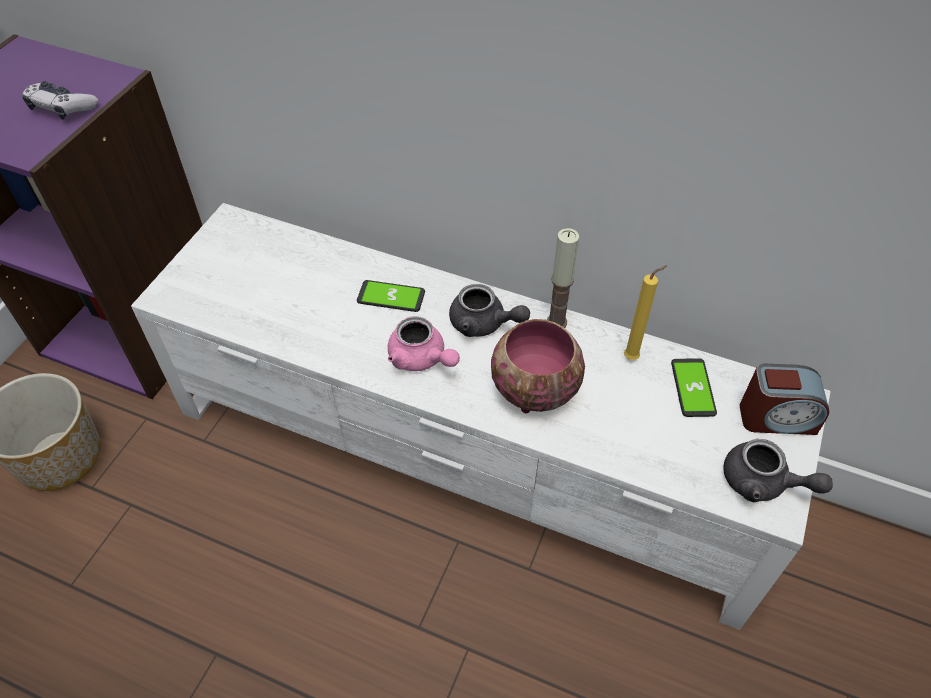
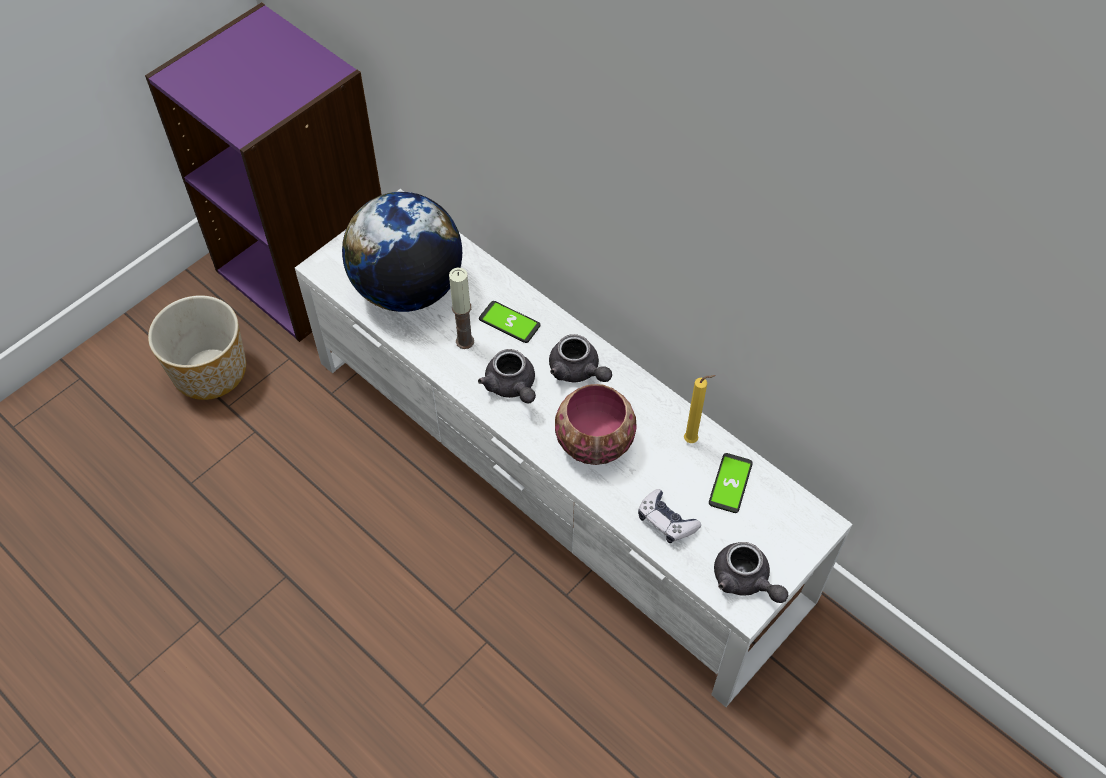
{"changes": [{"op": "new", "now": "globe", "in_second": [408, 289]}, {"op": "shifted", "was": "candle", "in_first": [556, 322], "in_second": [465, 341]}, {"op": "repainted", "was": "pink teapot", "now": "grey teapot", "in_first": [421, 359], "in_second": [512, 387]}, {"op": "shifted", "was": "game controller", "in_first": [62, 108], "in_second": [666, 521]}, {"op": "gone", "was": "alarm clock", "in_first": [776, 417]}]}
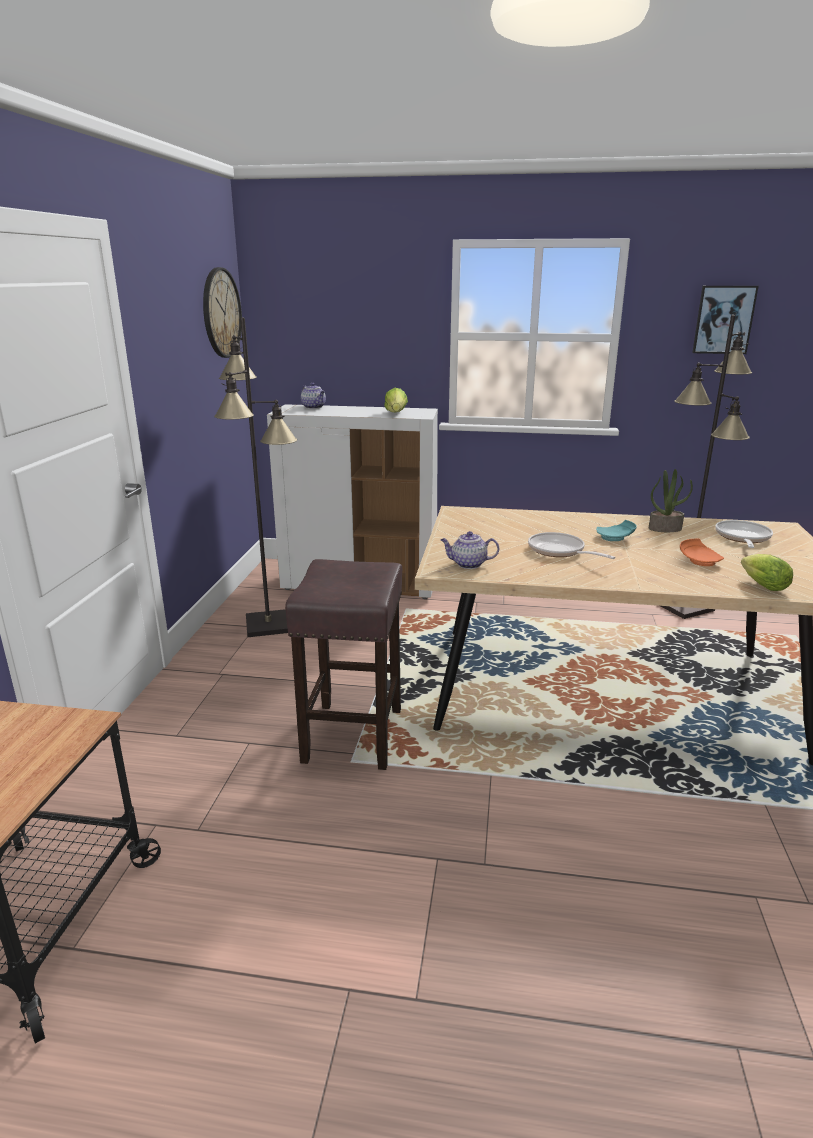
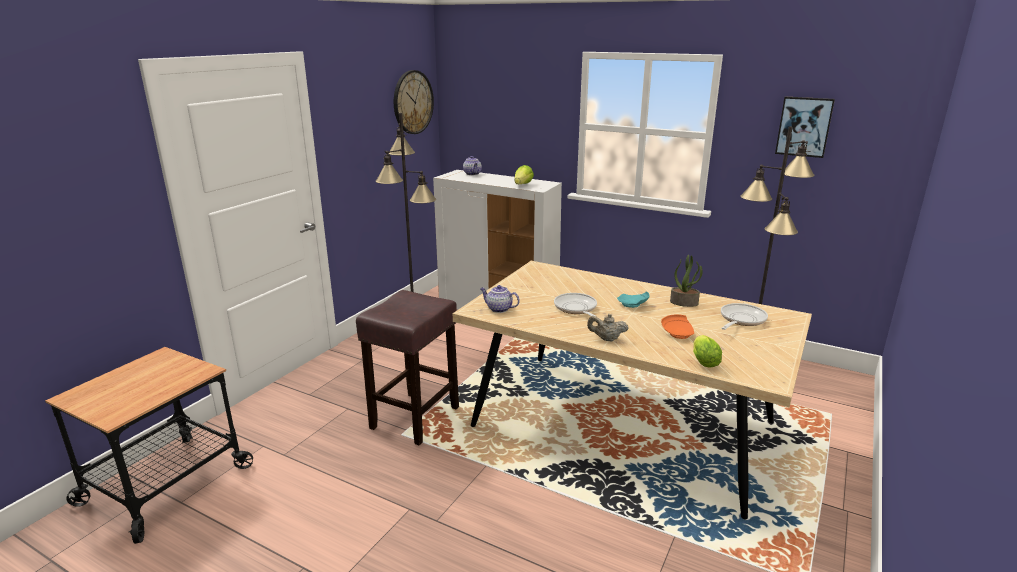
{"changes": [{"op": "new", "now": "beige teapot", "in_second": [606, 339]}]}
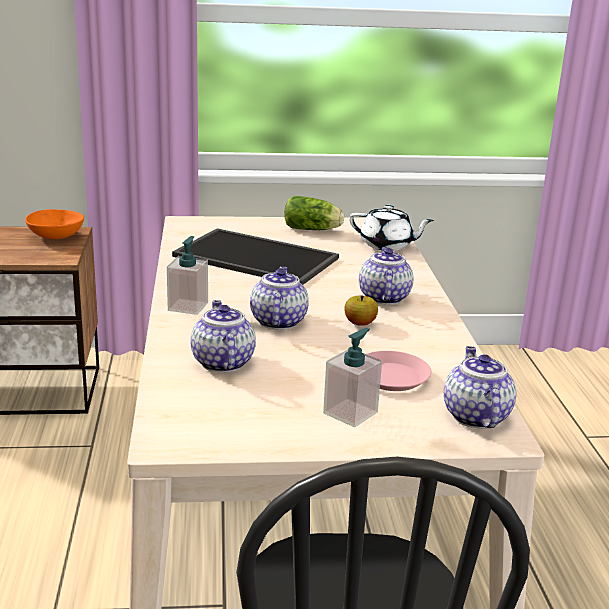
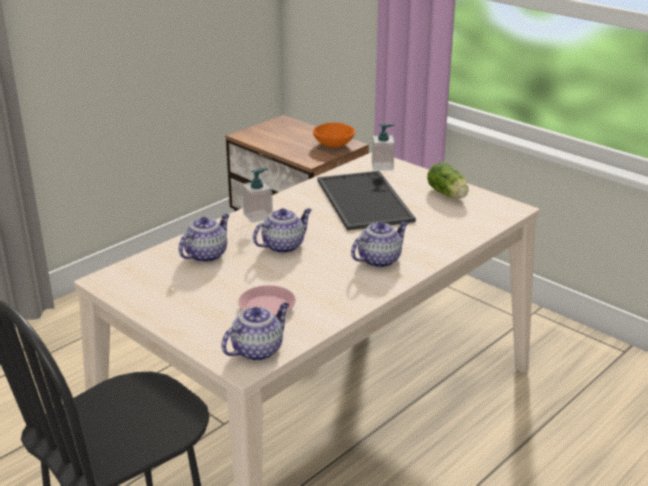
{"changes": [{"op": "shifted", "was": "soap dispenser", "in_first": [350, 413], "in_second": [382, 166]}, {"op": "gone", "was": "apple", "in_first": [360, 323]}, {"op": "gone", "was": "white teapot", "in_first": [387, 245]}]}
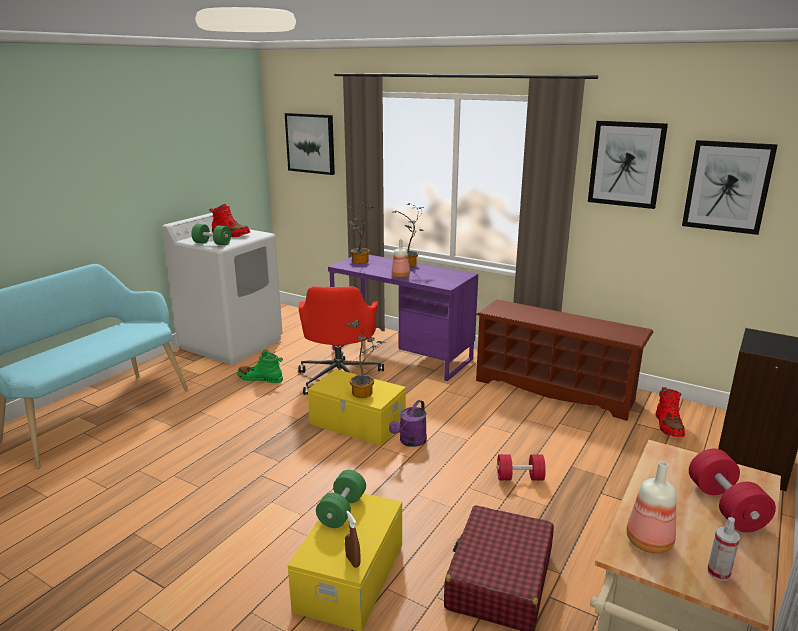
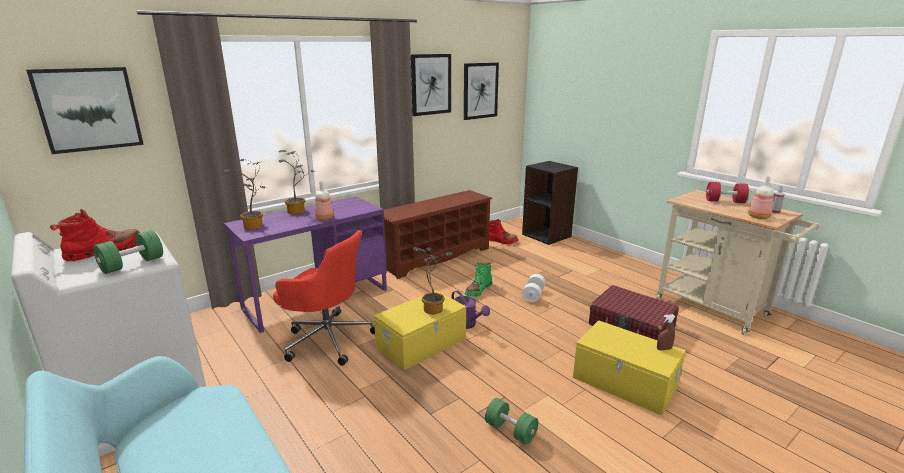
{"changes": [{"op": "shifted", "was": "green boot", "in_first": [260, 379], "in_second": [478, 290]}, {"op": "shifted", "was": "green dumbbell", "in_first": [342, 510], "in_second": [510, 430]}, {"op": "repainted", "was": "red dumbbell", "now": "white dumbbell", "in_first": [519, 477], "in_second": [533, 295]}]}
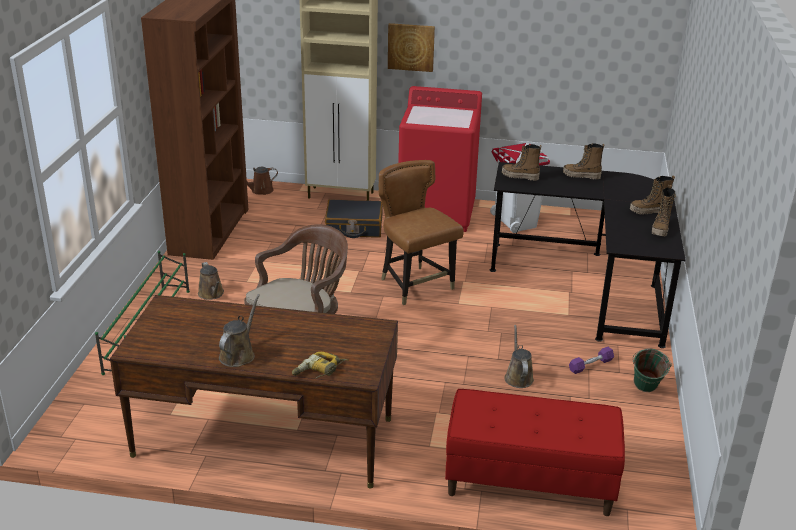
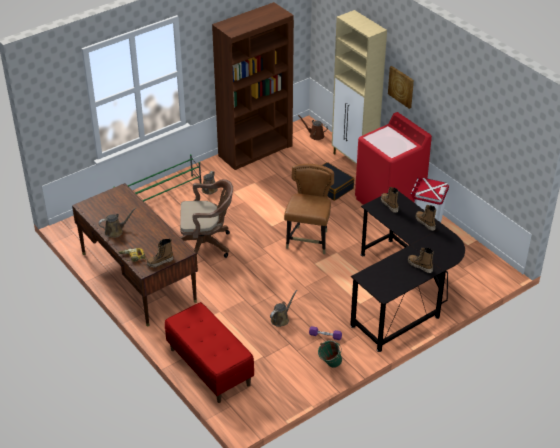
{"changes": [{"op": "shifted", "was": "boot", "in_first": [660, 229], "in_second": [160, 262]}]}
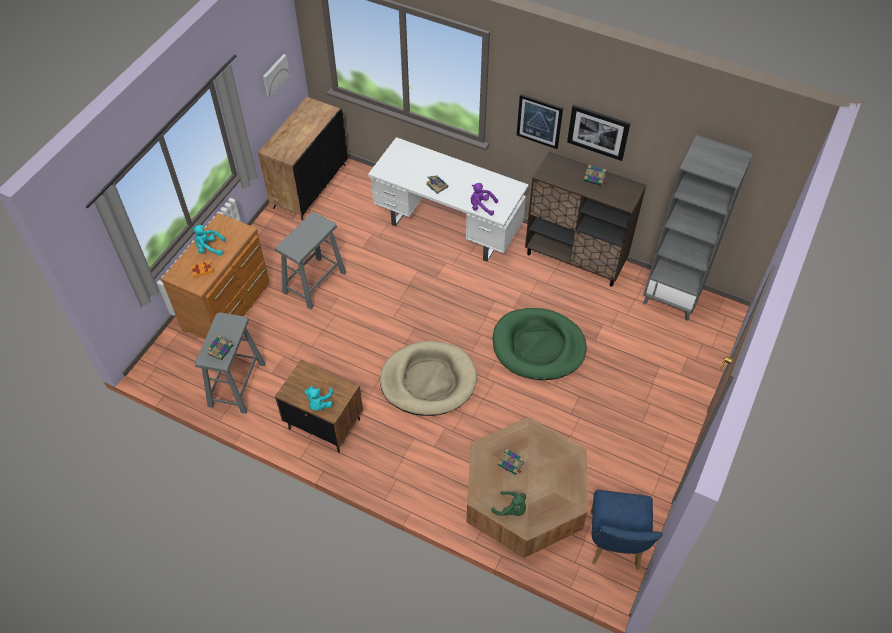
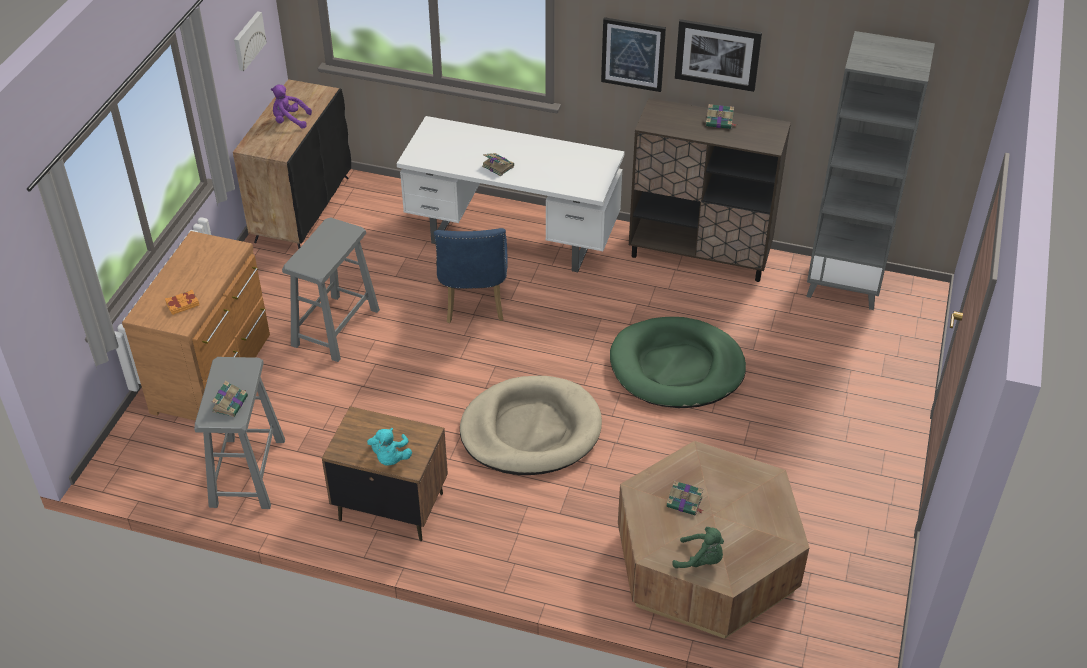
{"changes": [{"op": "shifted", "was": "purple plush toy", "in_first": [481, 206], "in_second": [290, 121]}, {"op": "shifted", "was": "blue chair", "in_first": [615, 545], "in_second": [473, 304]}, {"op": "gone", "was": "turquoise plush toy", "in_first": [209, 248]}]}
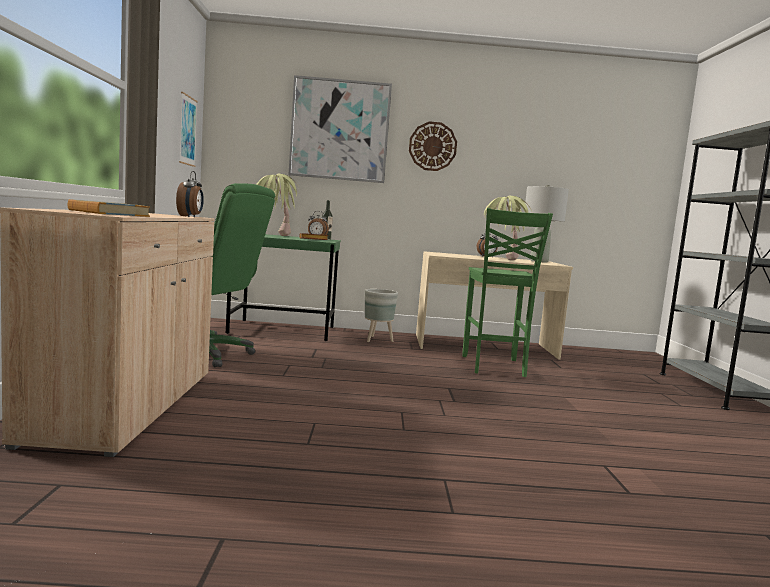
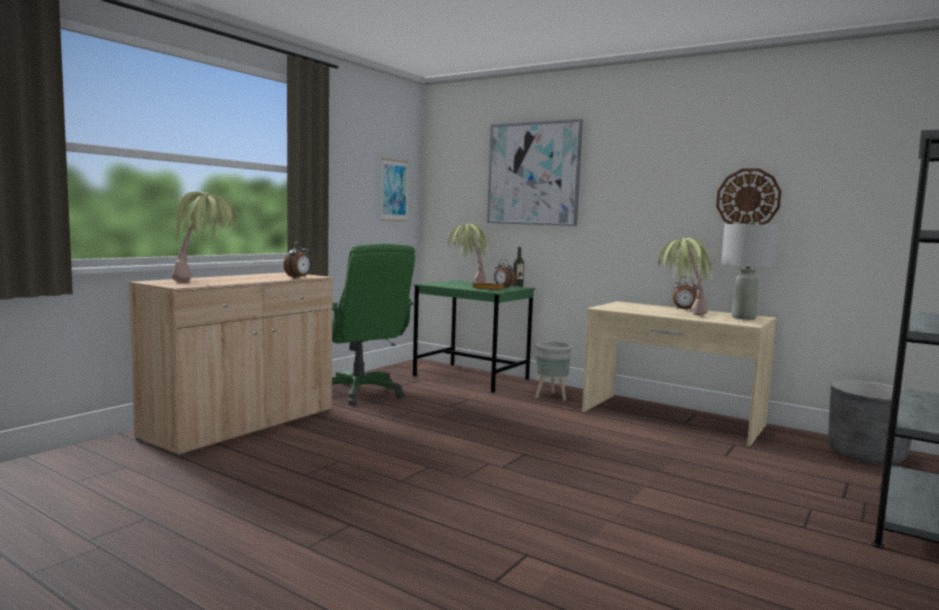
{"changes": [{"op": "swapped", "was": "book", "now": "potted plant", "in_first": [107, 213], "in_second": [204, 281]}, {"op": "shifted", "was": "wall clock", "in_first": [432, 146], "in_second": [748, 199]}, {"op": "new", "now": "grey planter", "in_second": [866, 455]}, {"op": "gone", "was": "green chair", "in_first": [493, 366]}]}
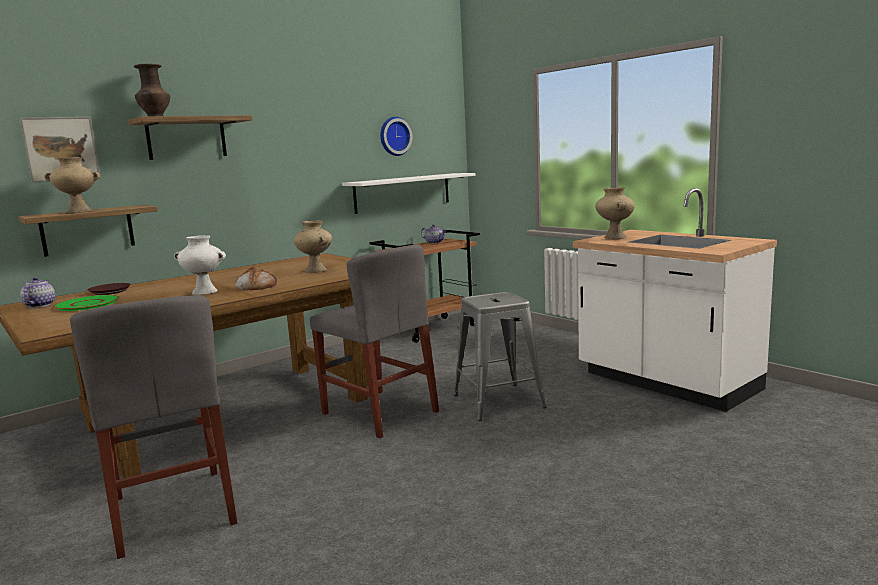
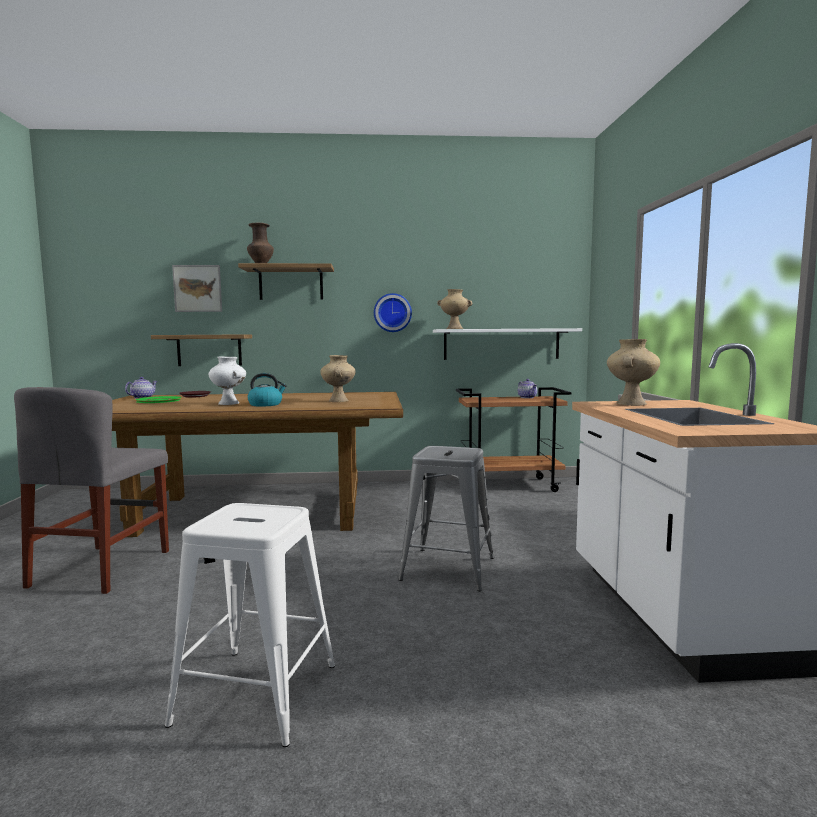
{"changes": [{"op": "new", "now": "white stool", "in_second": [256, 694]}, {"op": "swapped", "was": "bread", "now": "kettle", "in_first": [256, 286], "in_second": [266, 404]}, {"op": "shifted", "was": "wall clock", "in_first": [394, 136], "in_second": [392, 313]}, {"op": "shifted", "was": "beige vase", "in_first": [79, 211], "in_second": [455, 329]}, {"op": "gone", "was": "grey chair", "in_first": [379, 412]}]}
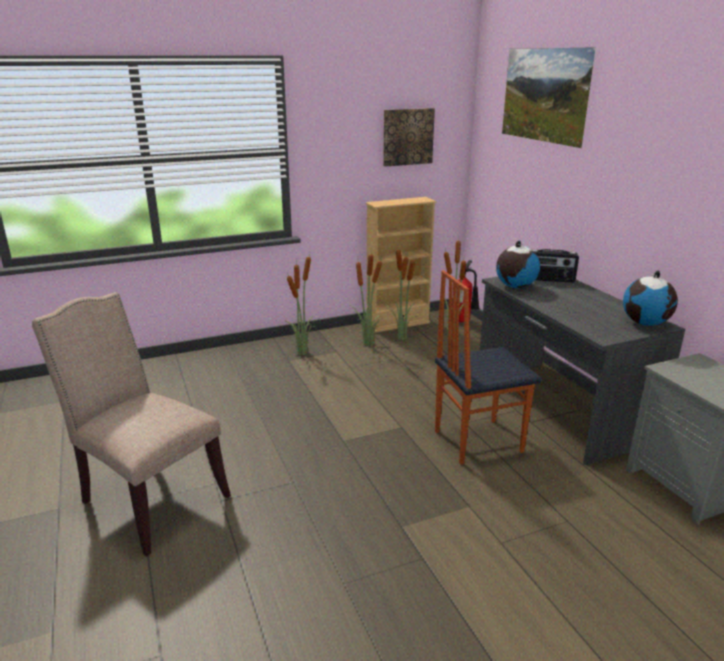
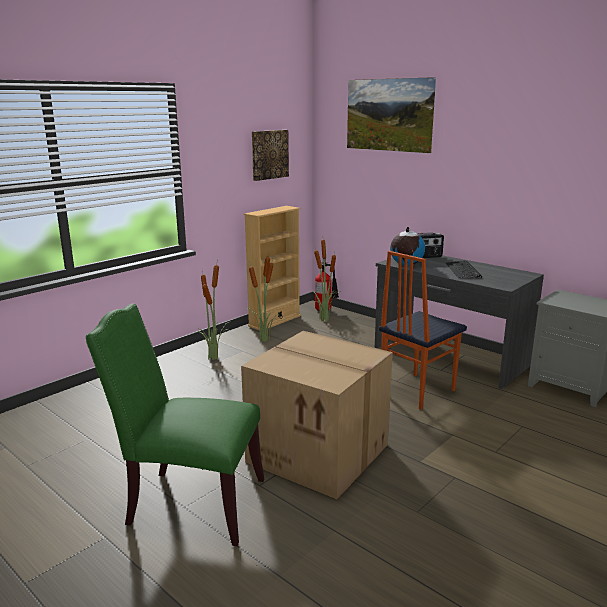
{"changes": [{"op": "repainted", "was": "beige chair", "now": "green chair", "in_first": [149, 499], "in_second": [190, 503]}, {"op": "new", "now": "cardboard box", "in_second": [320, 453]}, {"op": "new", "now": "keyboard", "in_second": [463, 270]}, {"op": "gone", "was": "potted plant", "in_first": [401, 338]}, {"op": "gone", "was": "globe", "in_first": [645, 323]}]}
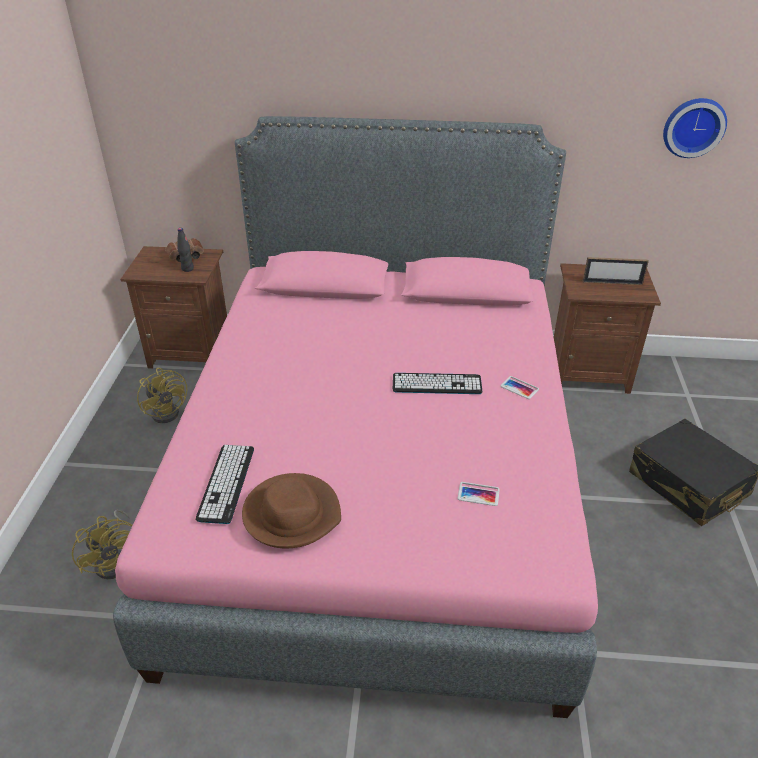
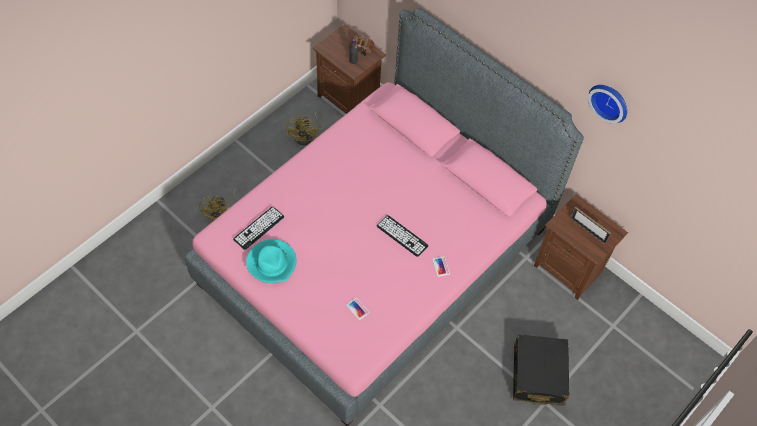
{"changes": [{"op": "repainted", "was": "brown hat", "now": "turquoise hat", "in_first": [292, 514], "in_second": [272, 262]}, {"op": "shifted", "was": "wall clock", "in_first": [693, 126], "in_second": [610, 101]}]}
